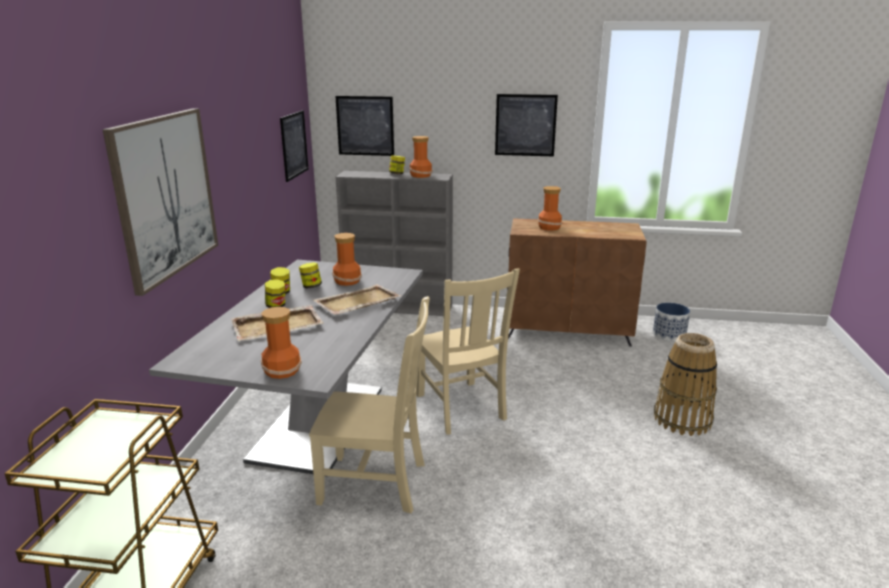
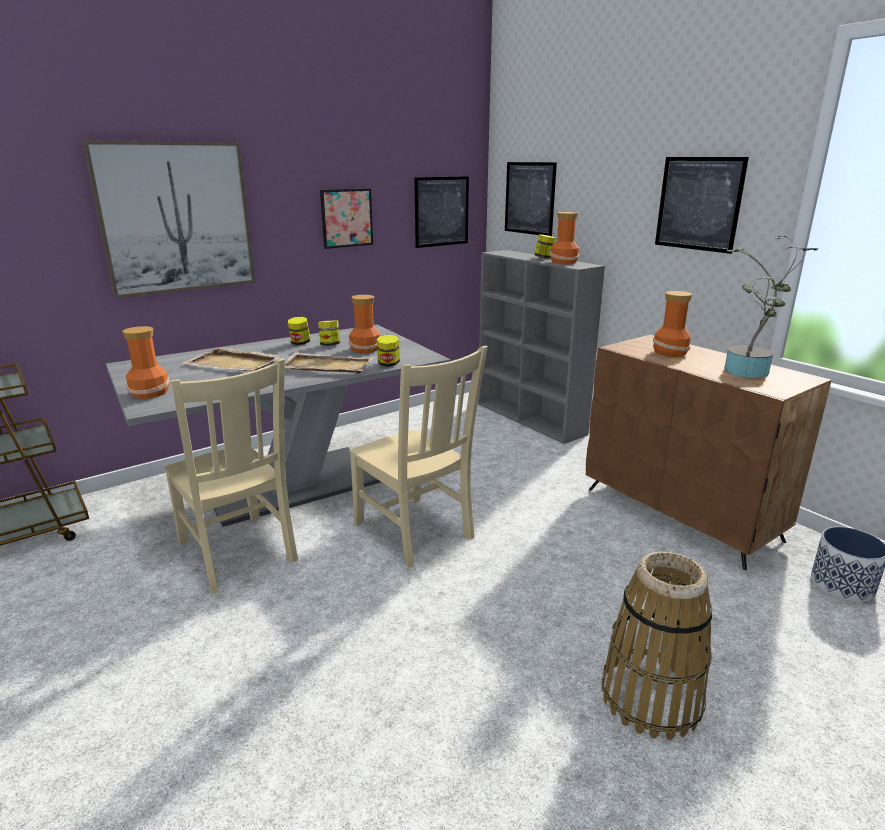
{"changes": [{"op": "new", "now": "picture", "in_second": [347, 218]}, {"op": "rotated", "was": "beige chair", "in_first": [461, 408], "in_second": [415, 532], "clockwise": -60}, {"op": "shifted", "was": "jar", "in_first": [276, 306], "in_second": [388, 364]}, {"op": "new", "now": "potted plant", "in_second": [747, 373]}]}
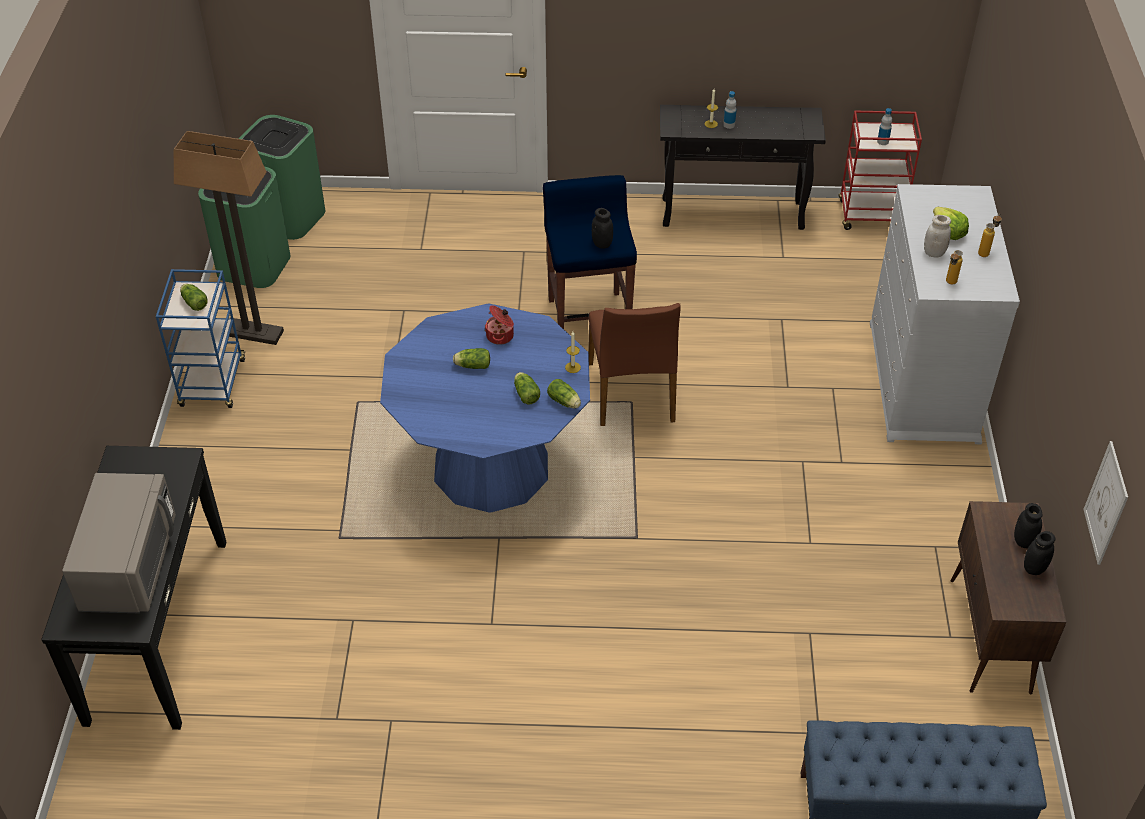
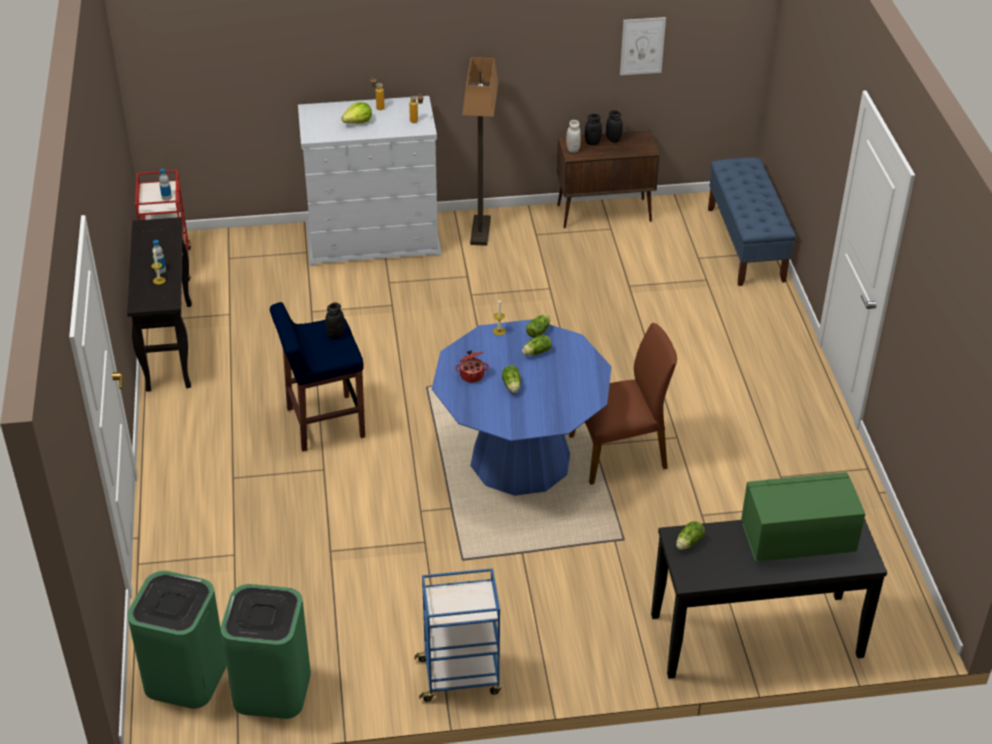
{"changes": [{"op": "shifted", "was": "floor lamp", "in_first": [254, 333], "in_second": [480, 231]}, {"op": "shifted", "was": "white jar", "in_first": [934, 253], "in_second": [573, 149]}, {"op": "shifted", "was": "brown chair", "in_first": [632, 392], "in_second": [619, 453]}, {"op": "shifted", "was": "lettuce", "in_first": [194, 302], "in_second": [688, 543]}, {"op": "repainted", "was": "grey microwave", "now": "green microwave", "in_first": [129, 566], "in_second": [797, 539]}]}
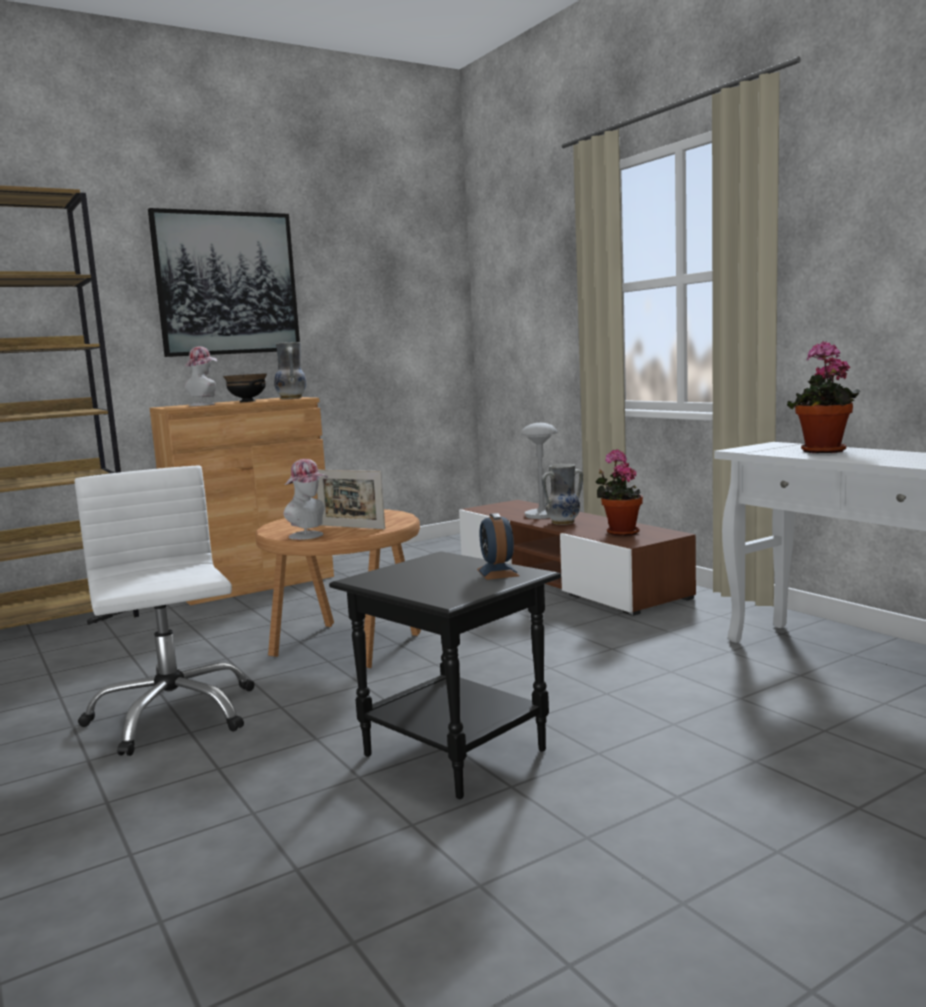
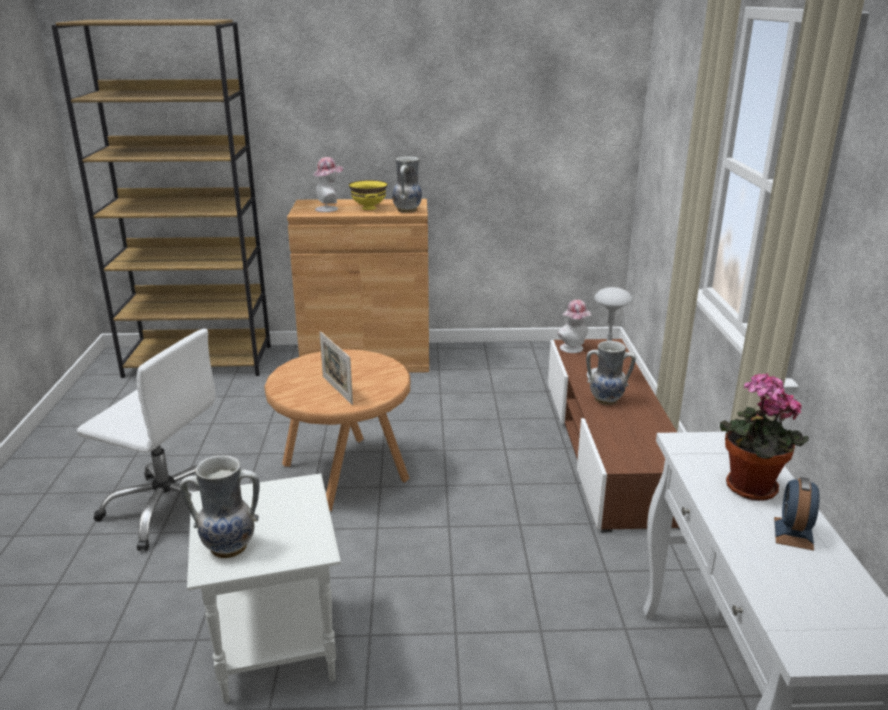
{"changes": [{"op": "rotated", "was": "white office chair", "in_first": [172, 715], "in_second": [168, 508], "clockwise": 105}, {"op": "new", "now": "vase", "in_second": [229, 546]}, {"op": "repainted", "was": "black side table", "now": "white side table", "in_first": [452, 752], "in_second": [276, 646]}, {"op": "repainted", "was": "black bowl", "now": "yellow bowl", "in_first": [247, 401], "in_second": [368, 208]}, {"op": "shifted", "was": "hat", "in_first": [310, 536], "in_second": [573, 349]}, {"op": "shifted", "was": "alarm clock", "in_first": [497, 572], "in_second": [793, 533]}, {"op": "gone", "was": "picture", "in_first": [227, 283]}, {"op": "gone", "was": "potted plant", "in_first": [620, 532]}]}
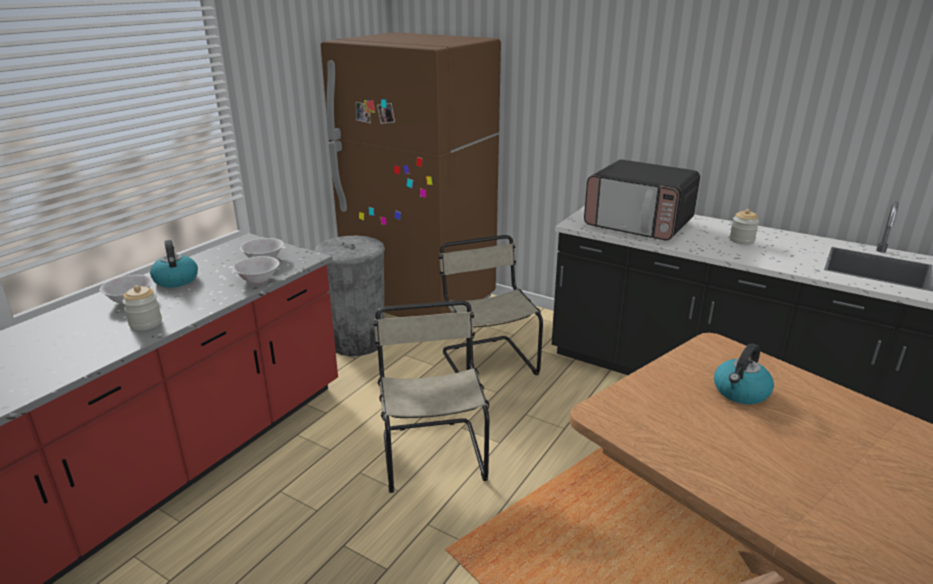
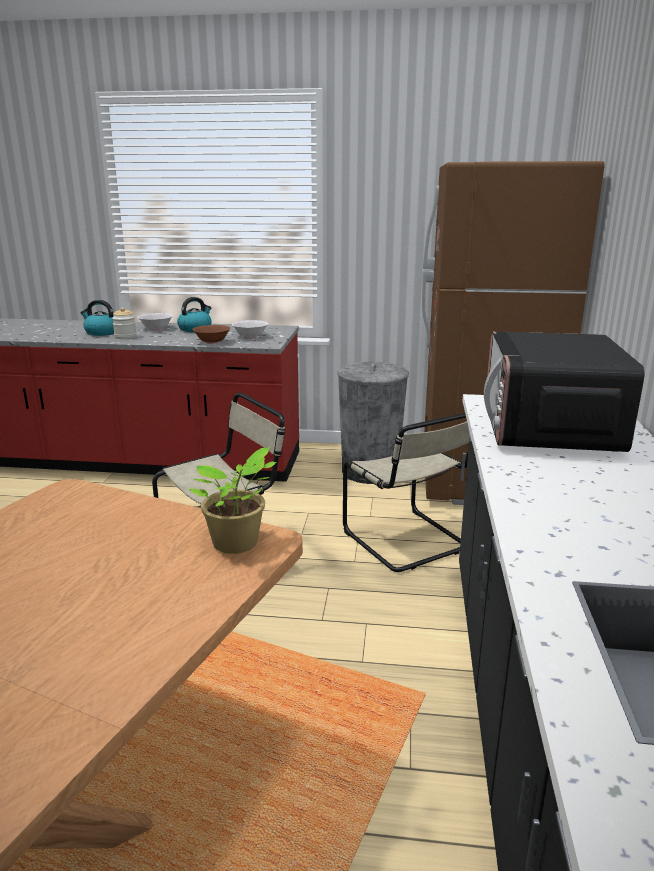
{"changes": [{"op": "shifted", "was": "kettle", "in_first": [740, 392], "in_second": [101, 332]}, {"op": "new", "now": "potted plant", "in_second": [237, 544]}, {"op": "repainted", "was": "white bowl", "now": "brown bowl", "in_first": [258, 280], "in_second": [212, 342]}, {"op": "rotated", "was": "beige chair", "in_first": [487, 361], "in_second": [408, 542], "clockwise": 105}, {"op": "gone", "was": "jar", "in_first": [741, 240]}]}
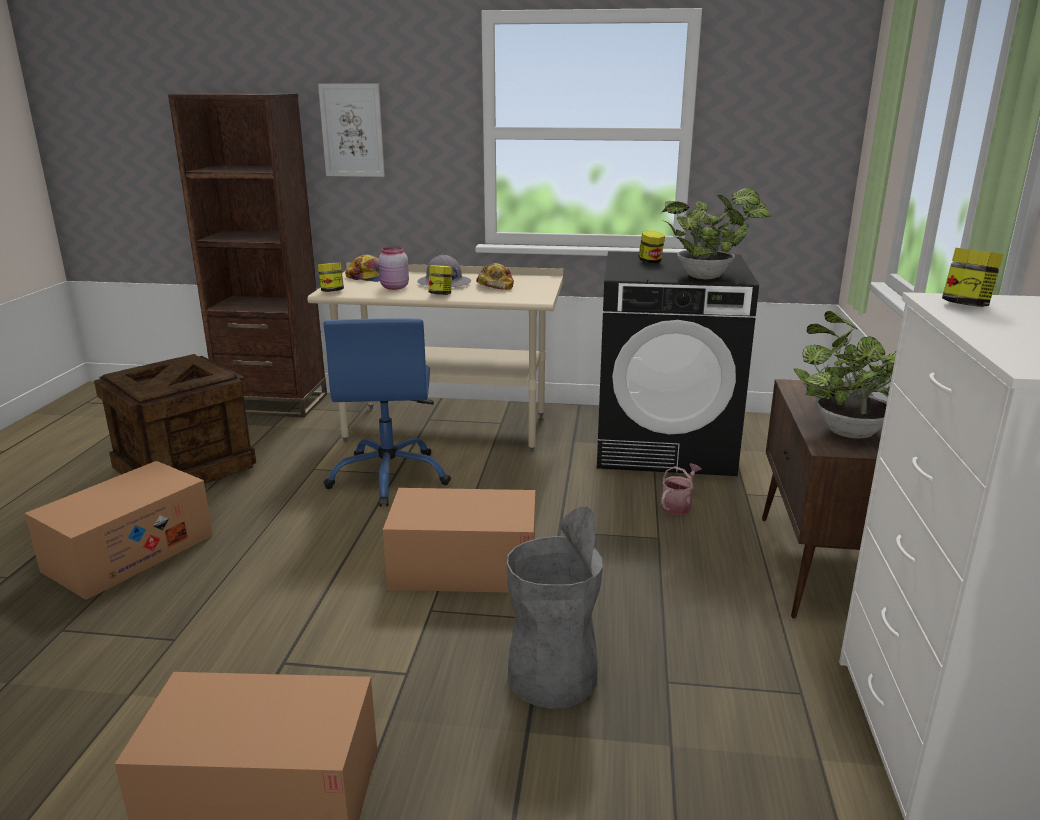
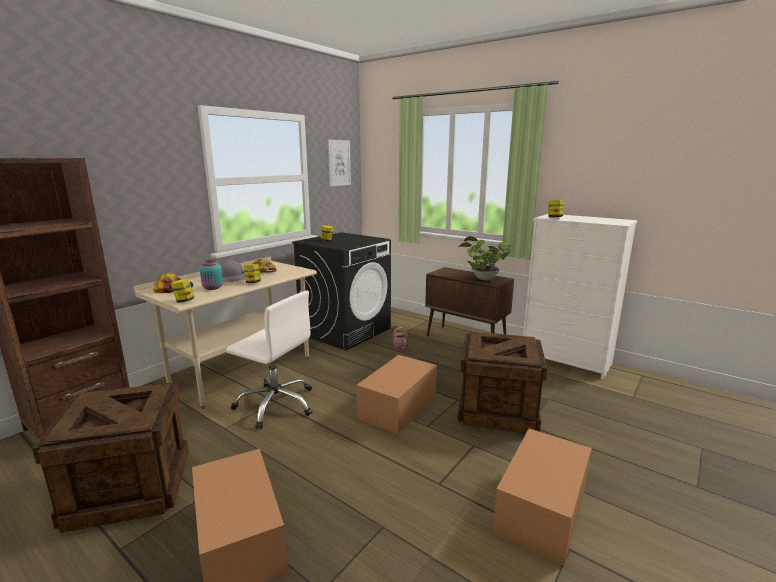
{"changes": [{"op": "repainted", "was": "pink jar", "now": "turquoise jar", "in_first": [394, 287], "in_second": [213, 288]}, {"op": "repainted", "was": "blue office chair", "now": "white office chair", "in_first": [389, 477], "in_second": [276, 404]}, {"op": "shifted", "was": "picture", "in_first": [352, 130], "in_second": [339, 163]}, {"op": "swapped", "was": "grey trash can", "now": "crate", "in_first": [552, 676], "in_second": [497, 410]}, {"op": "gone", "was": "potted plant", "in_first": [708, 277]}]}
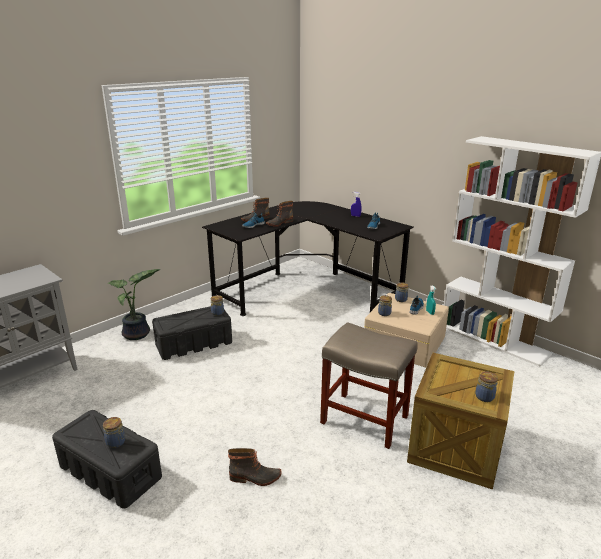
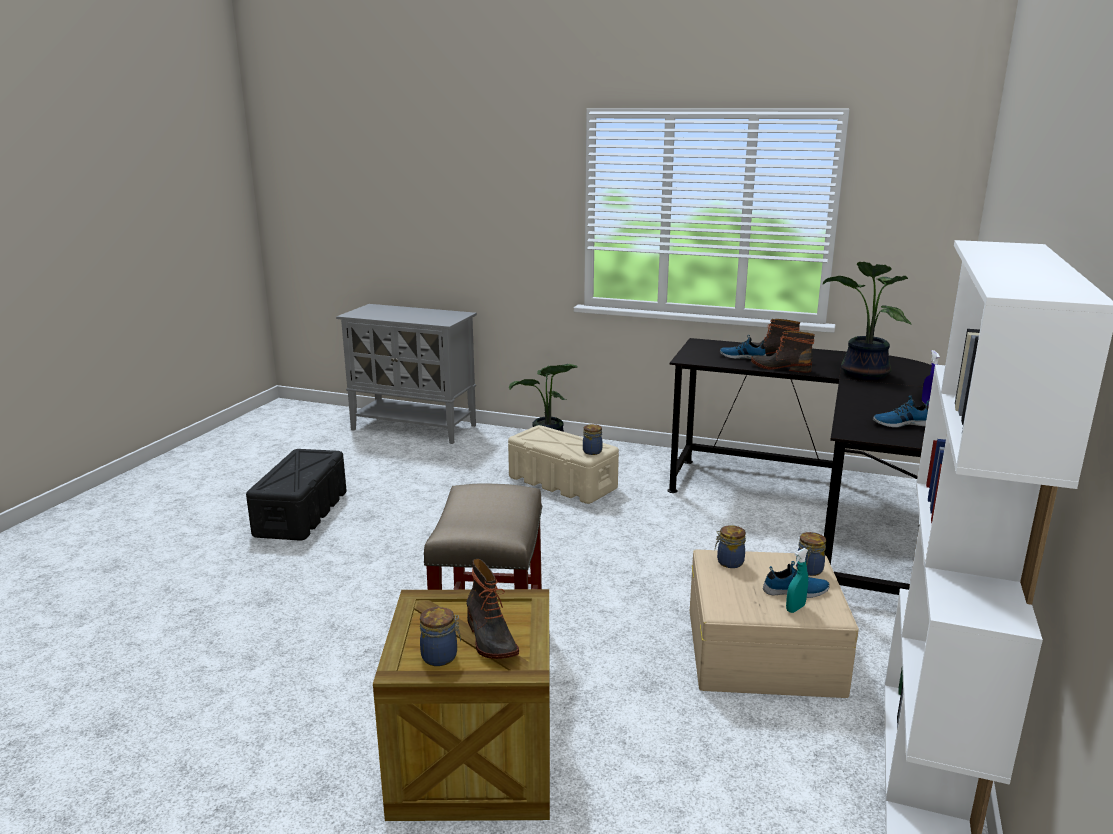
{"changes": [{"op": "shifted", "was": "boot", "in_first": [255, 478], "in_second": [489, 638]}, {"op": "repainted", "was": "black storage box", "now": "beige storage box", "in_first": [194, 343], "in_second": [563, 483]}, {"op": "new", "now": "potted plant", "in_second": [862, 374]}, {"op": "gone", "was": "jar", "in_first": [116, 442]}]}
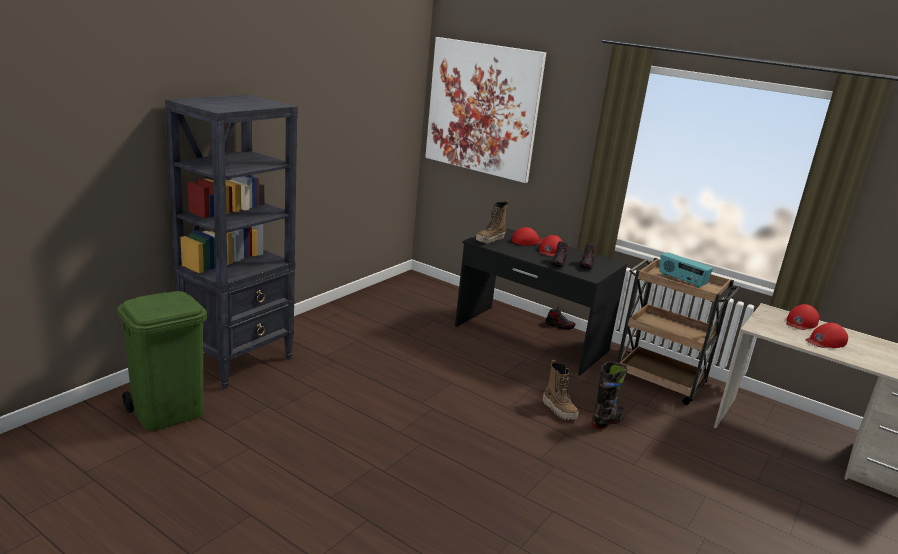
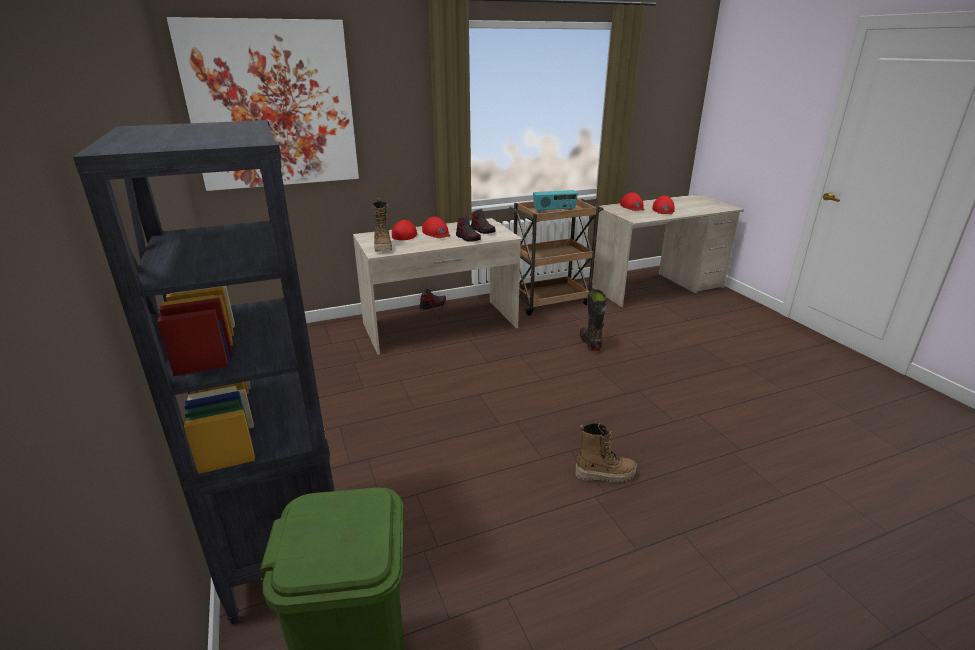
{"changes": [{"op": "repainted", "was": "black desk", "now": "beige desk", "in_first": [530, 338], "in_second": [440, 326]}, {"op": "shifted", "was": "boot", "in_first": [559, 410], "in_second": [605, 474]}]}
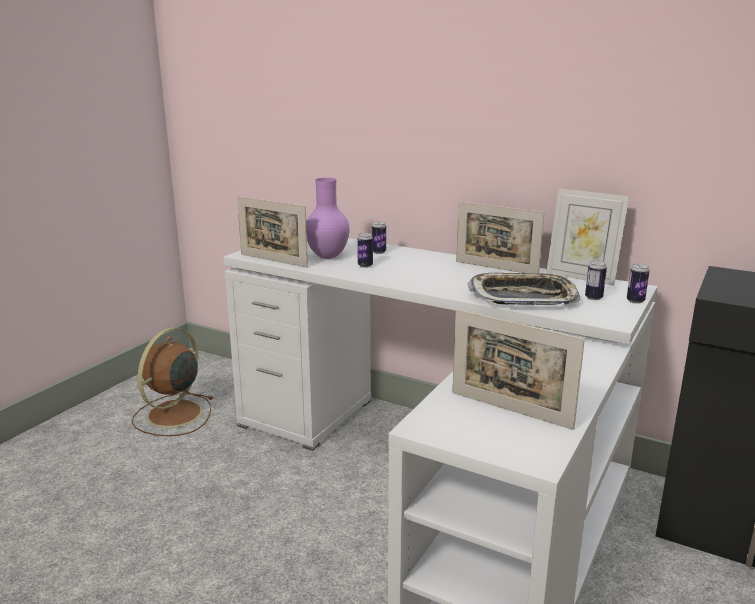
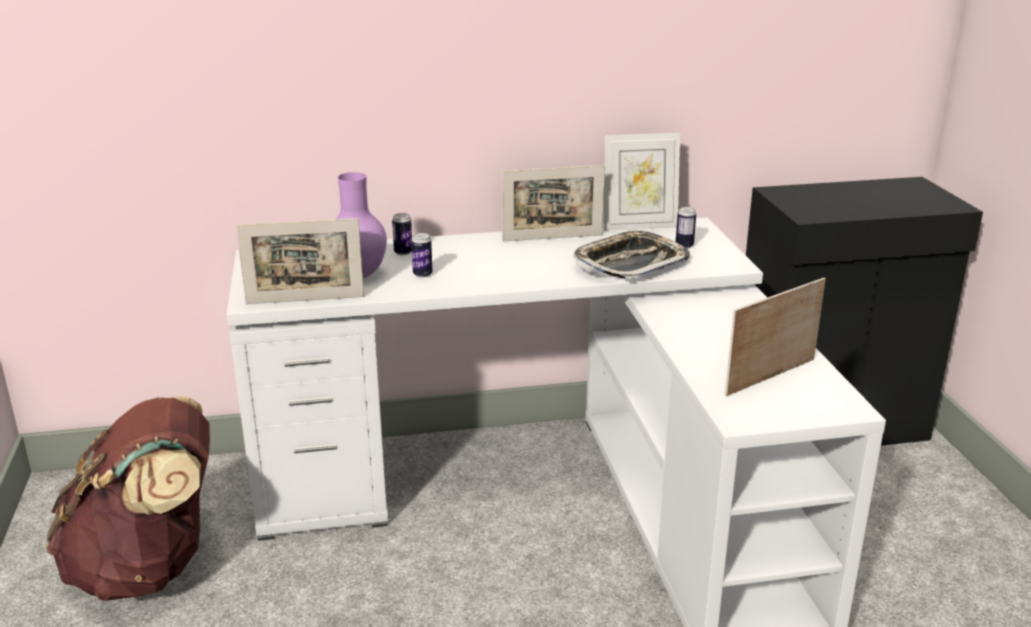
{"changes": [{"op": "swapped", "was": "brown fan", "now": "brown backpack", "in_first": [173, 415], "in_second": [149, 567]}, {"op": "rotated", "was": "picture frame", "in_first": [510, 410], "in_second": [770, 377], "clockwise": 150}, {"op": "gone", "was": "can", "in_first": [635, 301]}]}
